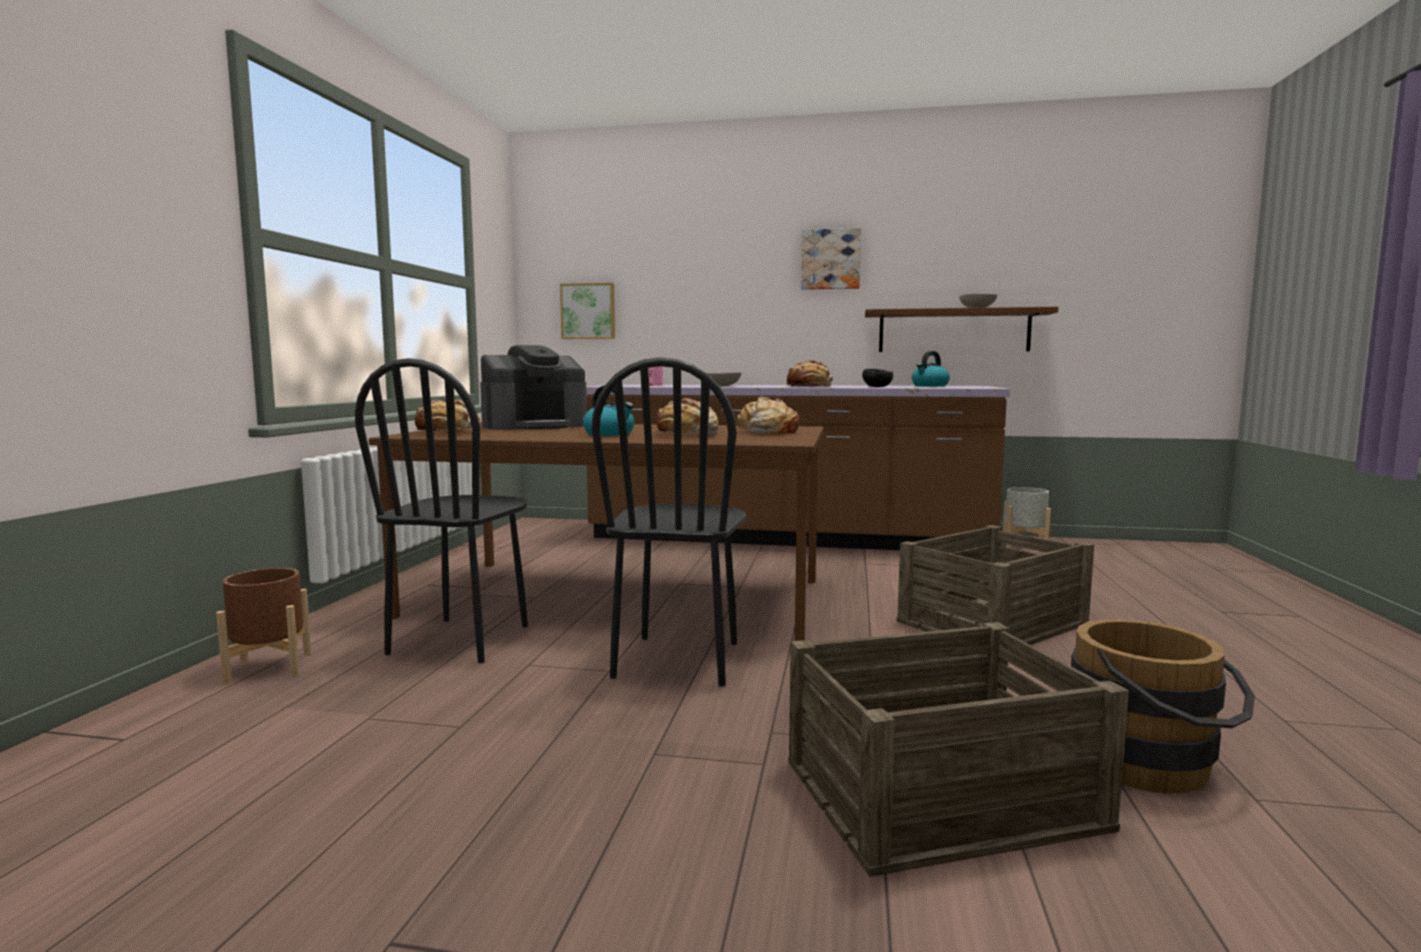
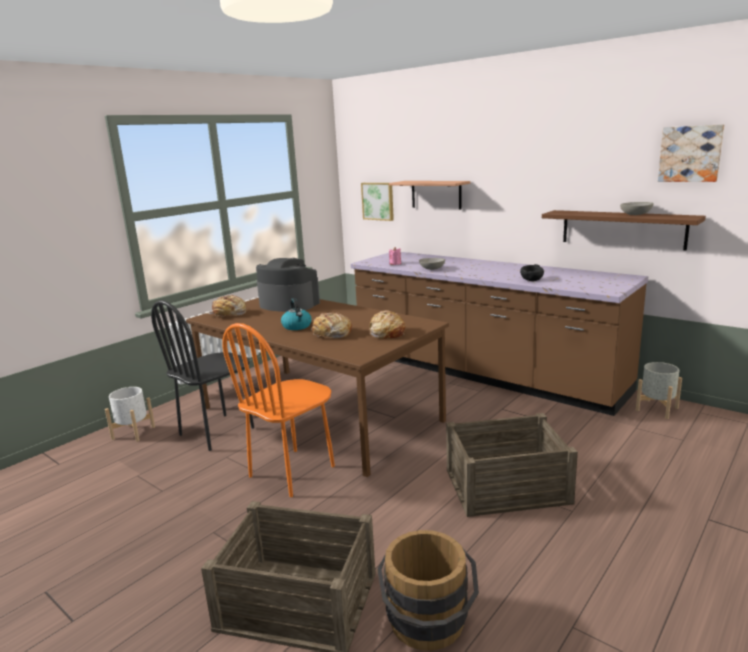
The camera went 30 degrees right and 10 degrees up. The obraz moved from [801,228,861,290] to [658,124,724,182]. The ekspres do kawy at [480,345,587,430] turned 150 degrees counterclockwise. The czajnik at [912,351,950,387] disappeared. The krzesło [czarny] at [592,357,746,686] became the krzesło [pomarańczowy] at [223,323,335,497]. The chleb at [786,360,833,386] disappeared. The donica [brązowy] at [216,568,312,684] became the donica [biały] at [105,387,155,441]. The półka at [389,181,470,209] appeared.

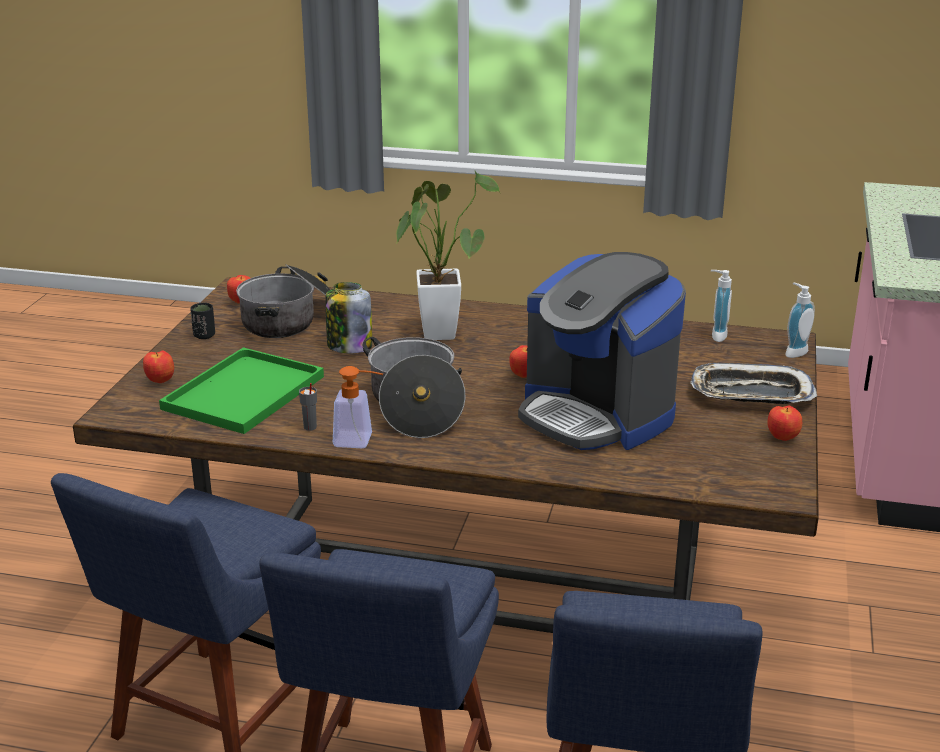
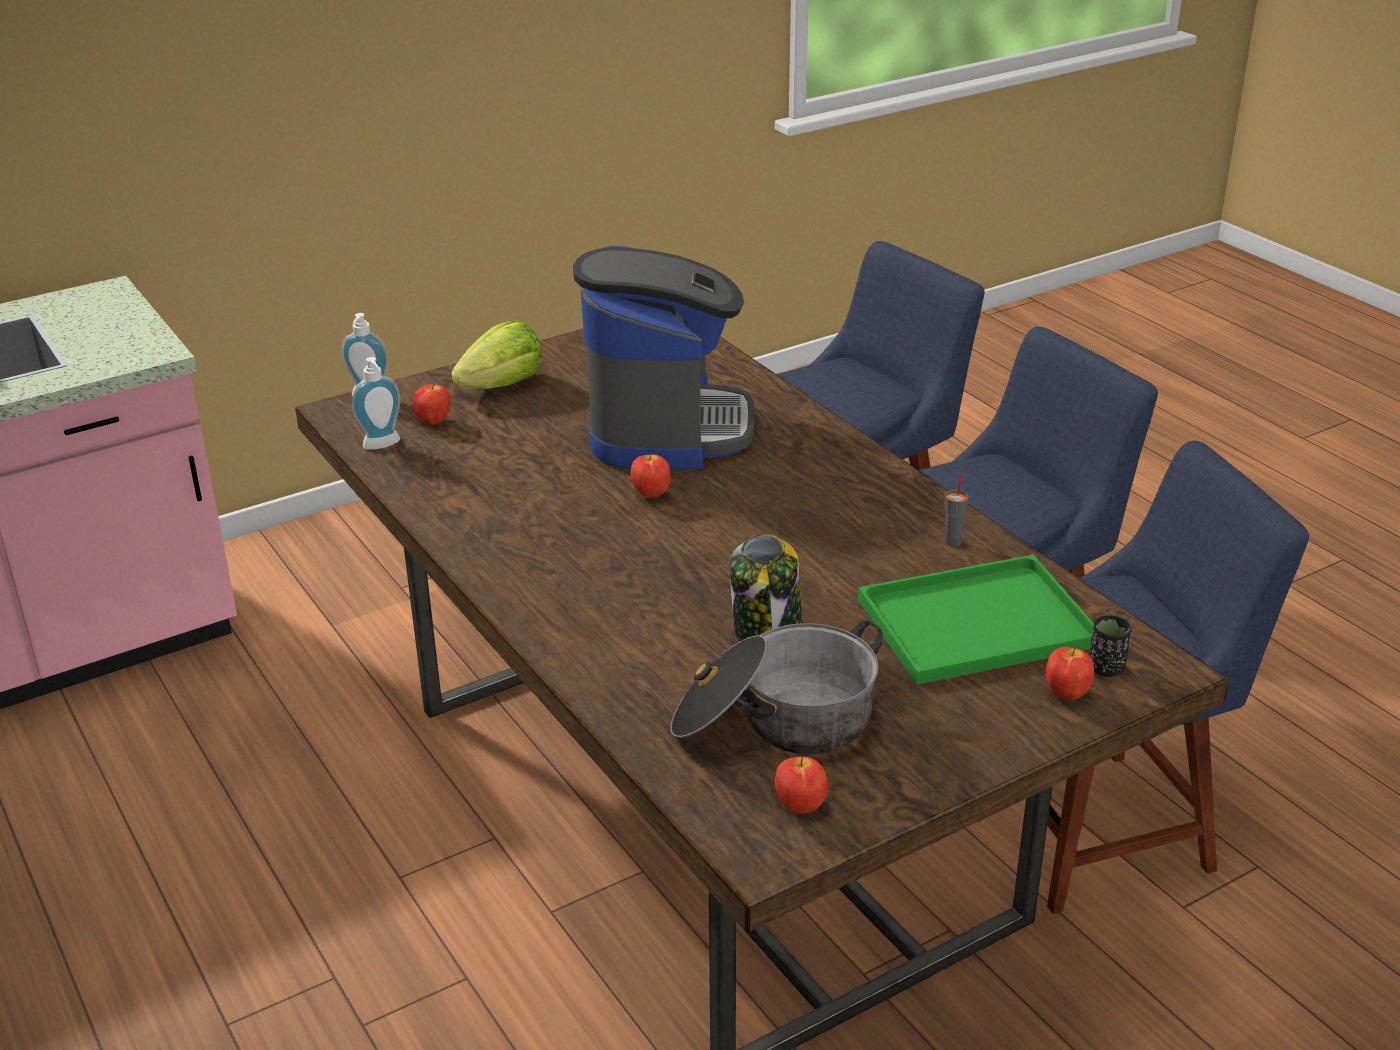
The camera went 135 degrees left and 5 degrees up. The roślina doniczkowa at [396,171,500,340] disappeared. The filiżanka [czarny] moved from [190,303,215,339] to [1089,615,1132,677]. The garnek at [363,337,466,438] disappeared. The taca at [690,363,817,404] was replaced by the sałata at [451,321,542,389]. The dozownik mydła at [333,366,383,448] disappeared. The jabłko moved from [767,405,802,441] to [413,384,451,425].

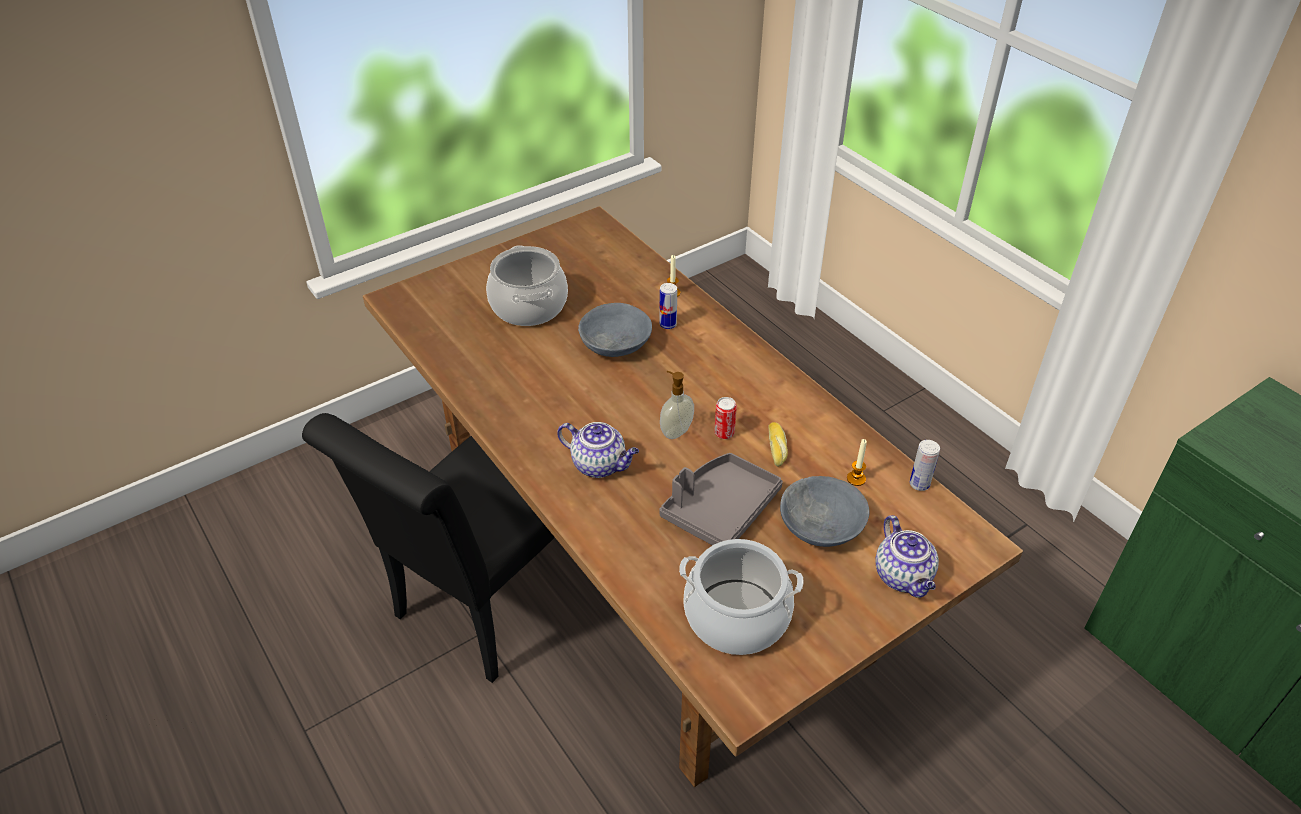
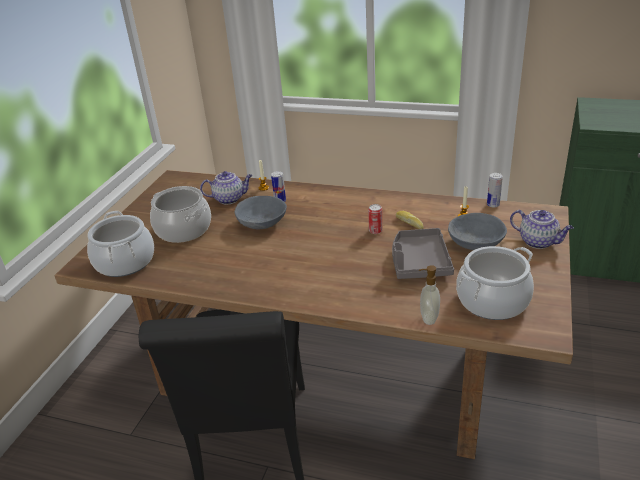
The camera went 35 degrees left and 10 degrees down. The dozownik mydła moved from [660,371,694,439] to [419,265,440,325]. The imbryk moved from [557,422,639,478] to [200,171,252,205]. The garnek at [87,211,154,277] appeared.

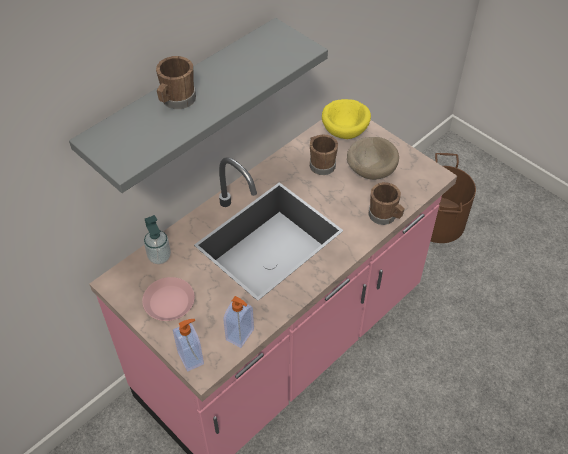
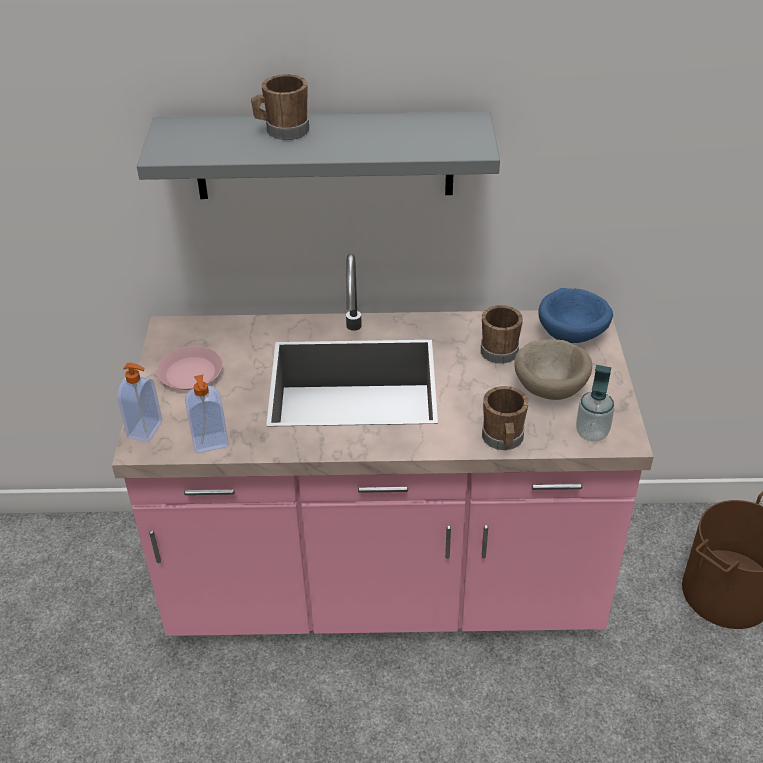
The camera went 45 degrees right and 10 degrees down. The miska [żółty] at [322,99,371,139] became the miska [niebieski] at [538,288,613,343]. The dozownik mydła moved from [144,215,171,264] to [576,365,614,442].

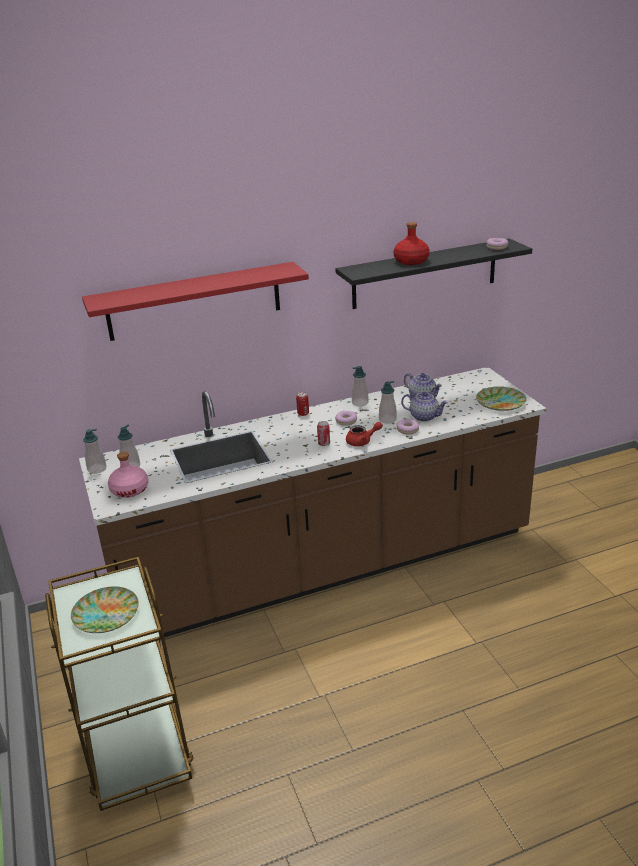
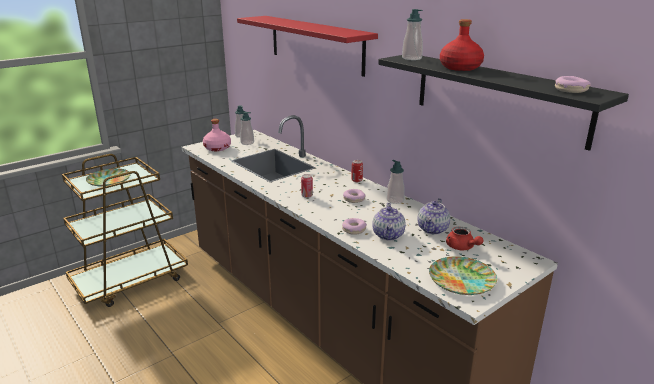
The camera went 70 degrees right and 5 degrees down. The dozownik mydła moved from [379,381,397,424] to [402,9,423,60]. The imbryk [czerwony] moved from [346,422,383,446] to [446,227,484,250].

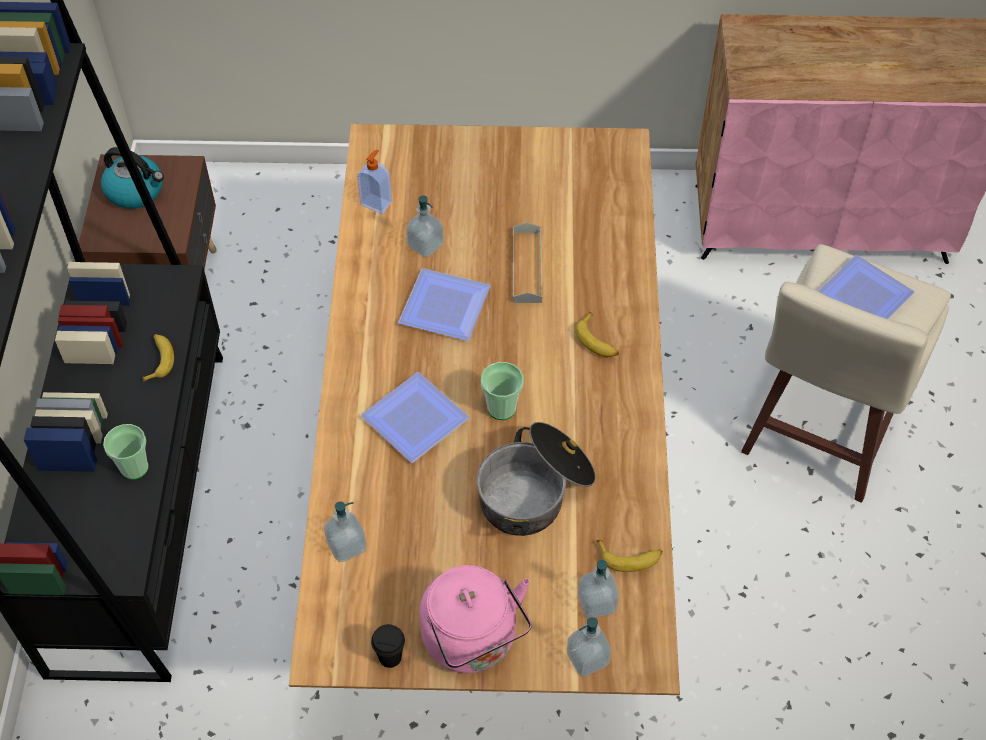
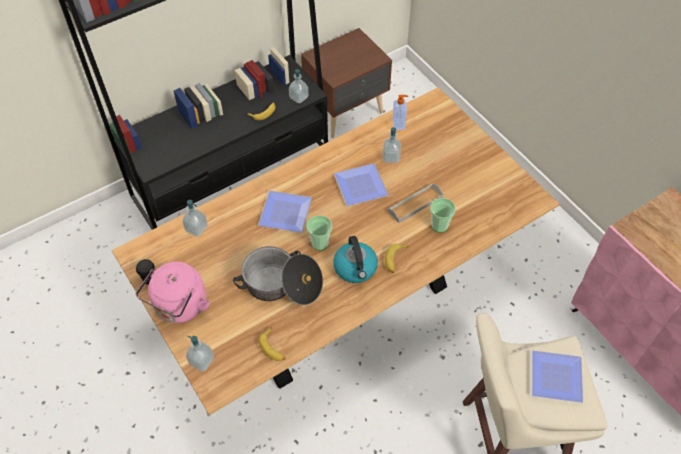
The camera went 55 degrees right and 0 degrees up. The czajnik moved from [101,147,164,209] to [333,236,378,283]. The filiżanka moved from [103,424,149,480] to [430,198,456,233]. The dozownik mydła moved from [578,560,619,618] to [289,69,308,103].

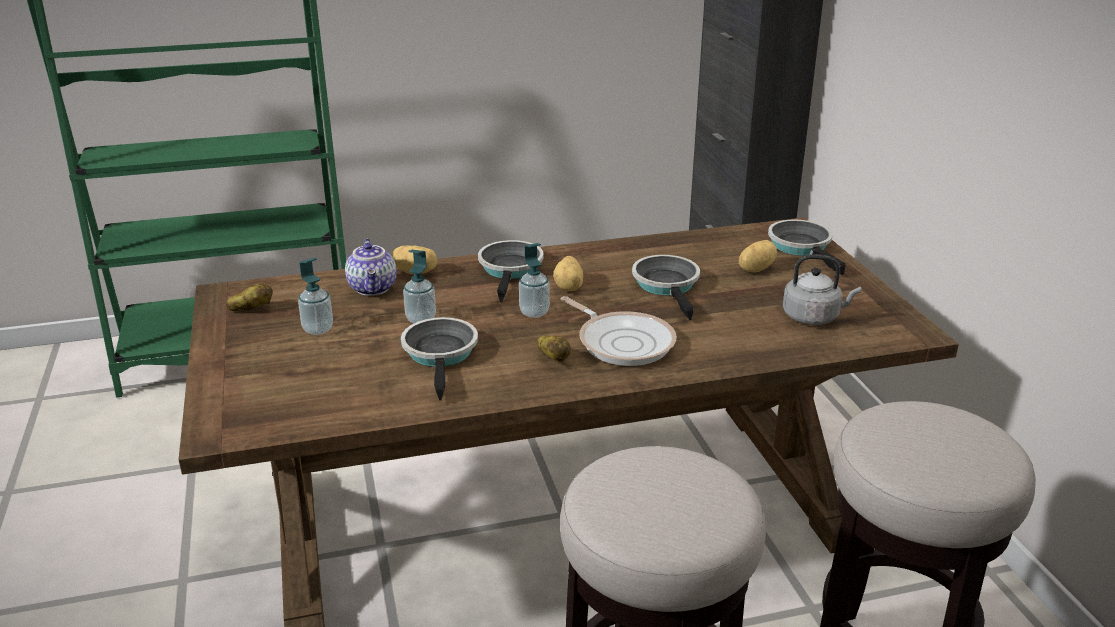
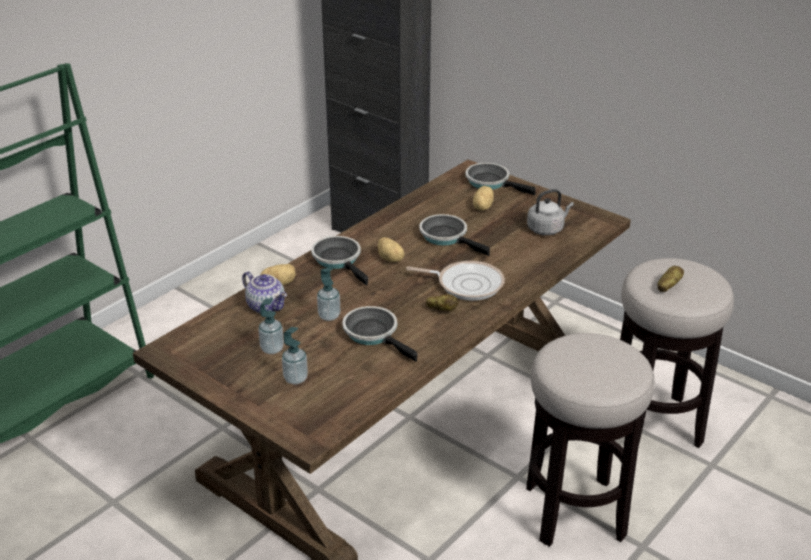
The camera went 35 degrees left and 5 degrees up. The dozownik mydła moved from [519,243,550,318] to [282,327,308,384]. The ziemniak moved from [226,283,273,311] to [658,266,684,292].

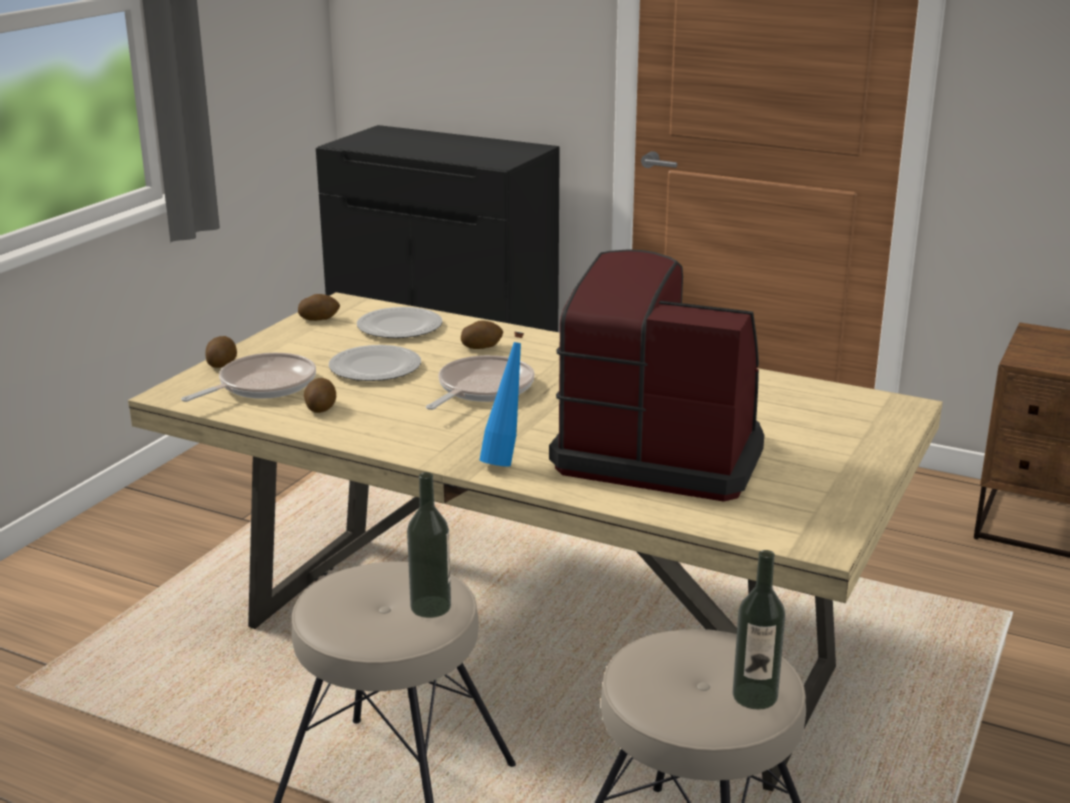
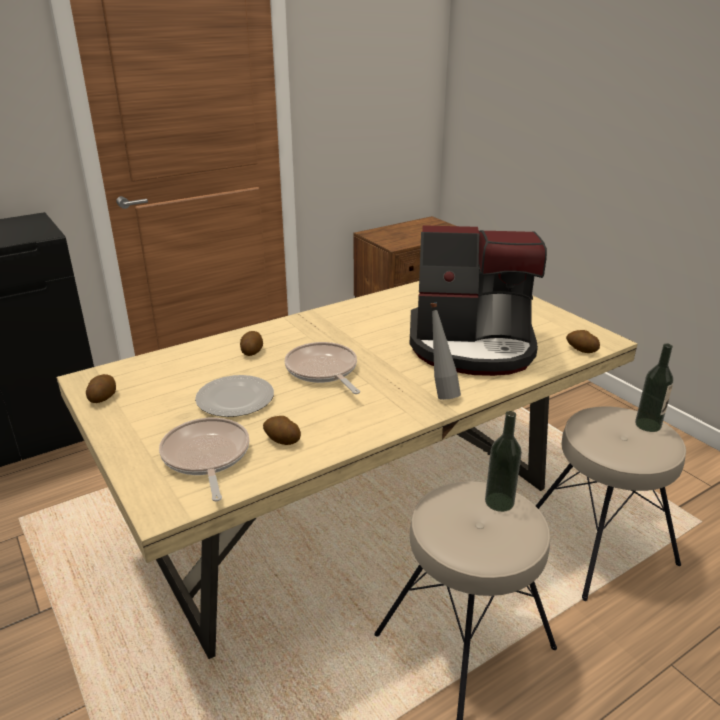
The camera went 60 degrees left and 5 degrees up. The ekspres do kawy at [549,249,764,502] turned 135 degrees counterclockwise. The talerz at [357,307,443,338] disappeared. The butelka [niebieski] at [480,331,524,466] became the butelka [szary] at [430,303,461,400]. The ziemniak moved from [205,336,237,368] to [566,330,600,353].

